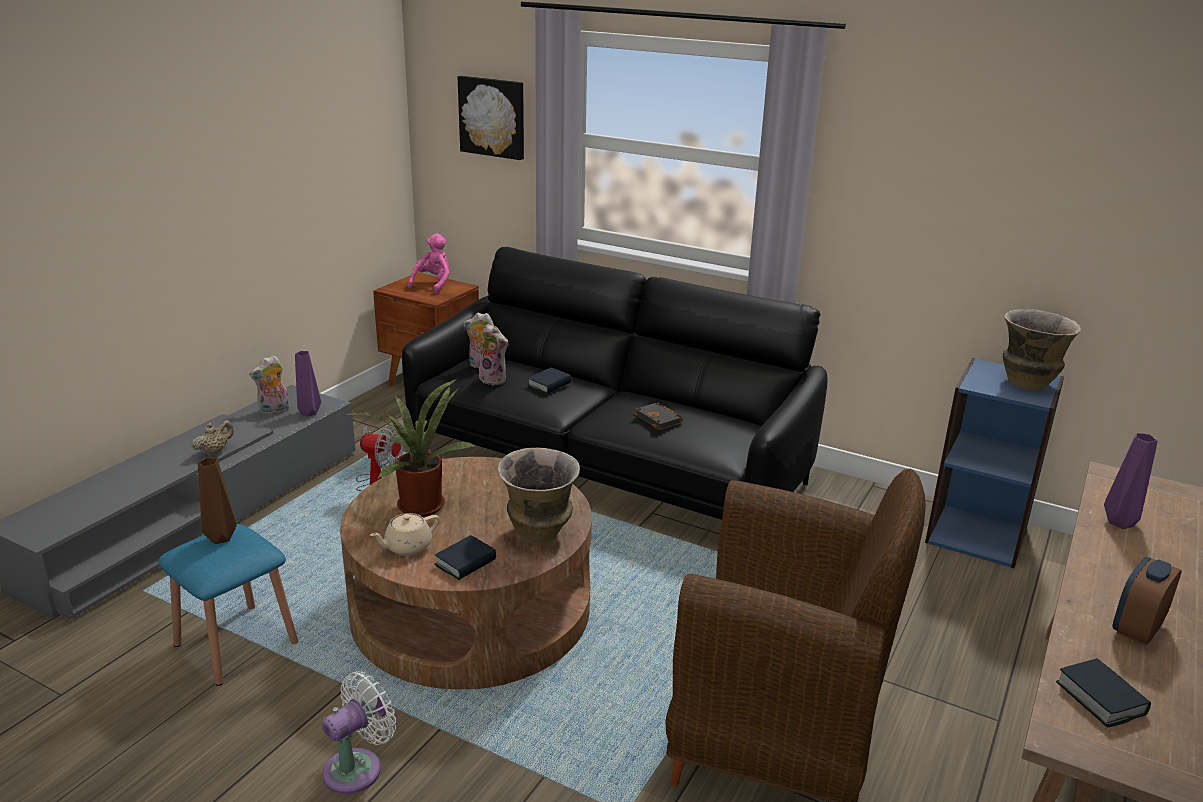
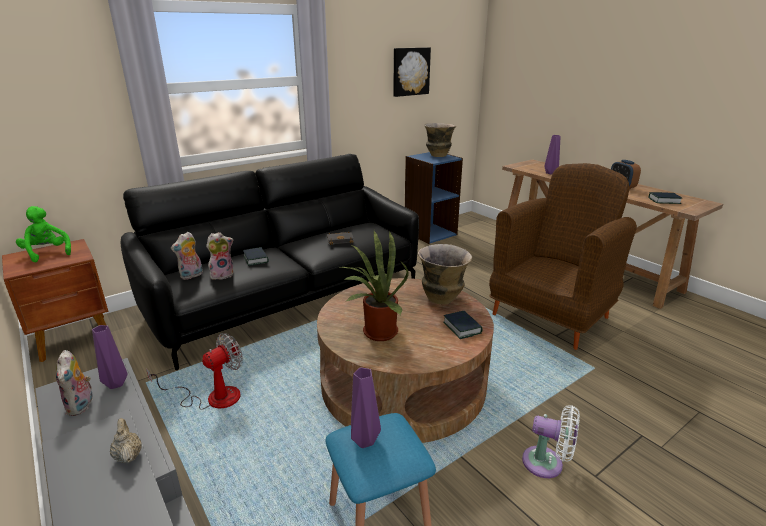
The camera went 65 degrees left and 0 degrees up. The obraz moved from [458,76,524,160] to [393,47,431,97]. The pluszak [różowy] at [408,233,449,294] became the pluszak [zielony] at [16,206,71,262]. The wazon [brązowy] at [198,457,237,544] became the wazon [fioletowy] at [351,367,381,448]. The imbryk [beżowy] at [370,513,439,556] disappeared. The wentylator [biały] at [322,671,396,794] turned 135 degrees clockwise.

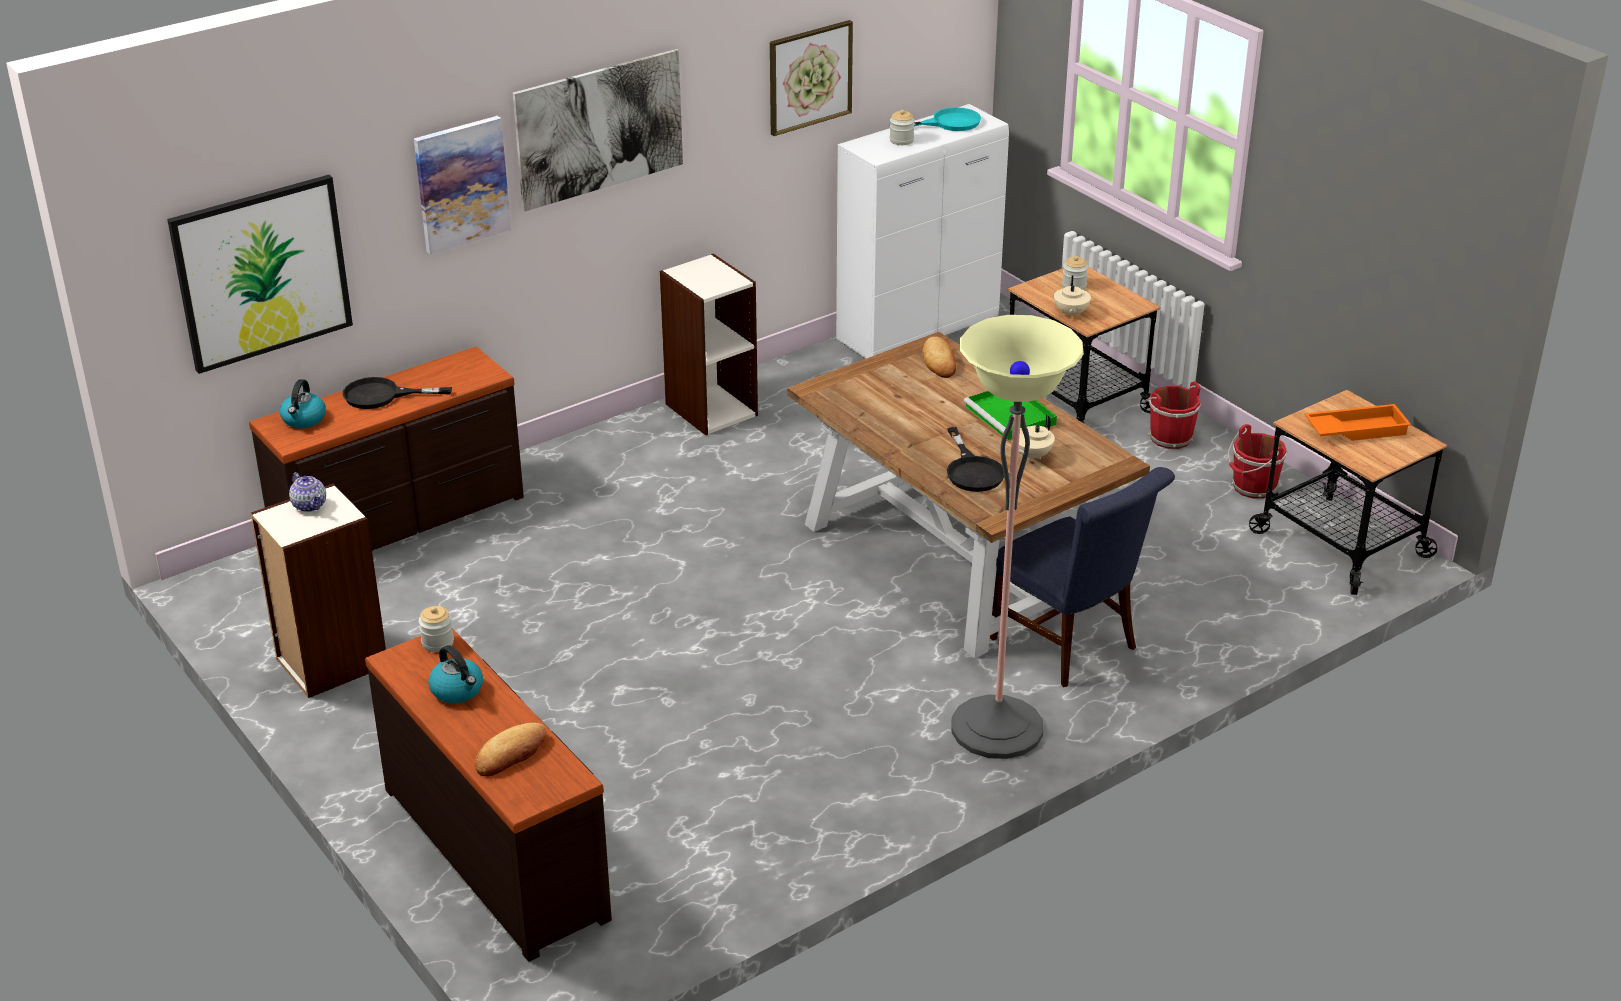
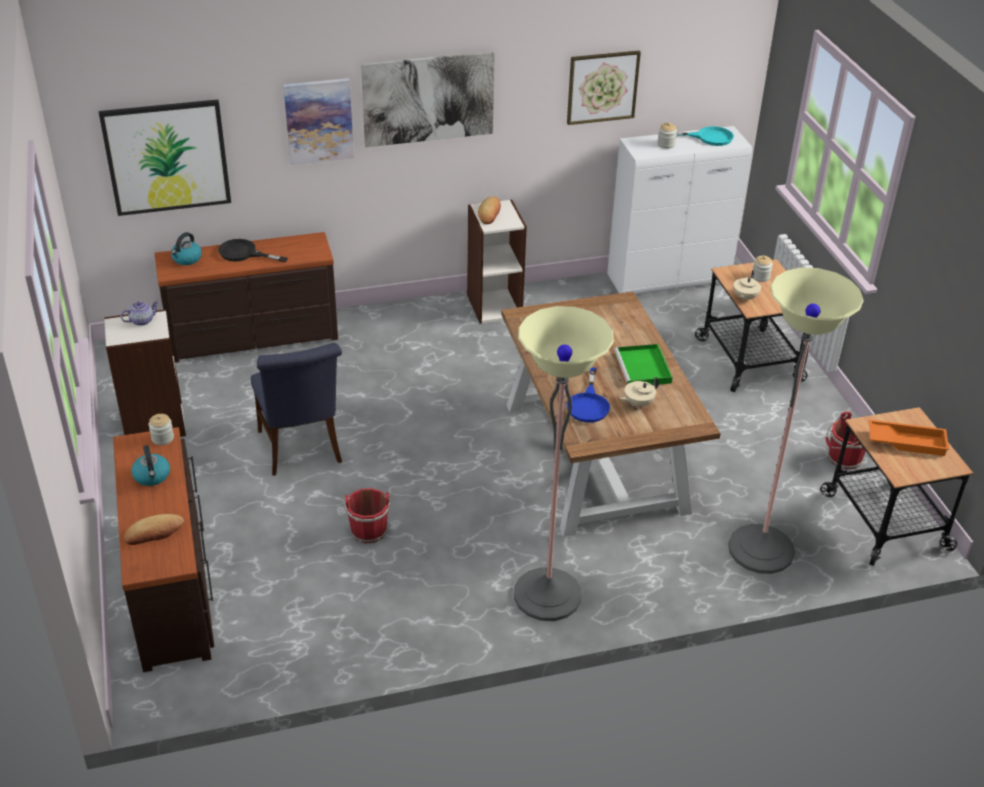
The camera went 20 degrees right and 5 degrees up. The chleb moved from [922,336,956,378] to [478,196,501,224]. The wiadro [czerwony] moved from [1145,382,1201,449] to [343,488,391,544]. The patelnia [czarny] at [947,427,1004,492] became the patelnia [niebieski] at [567,367,610,422]. The krzesło [niebieski] moved from [990,467,1175,687] to [251,343,342,476]. The imbryk at [289,472,326,512] turned 105 degrees counterclockwise. The lampa stojąca at [728,267,864,574] appeared.

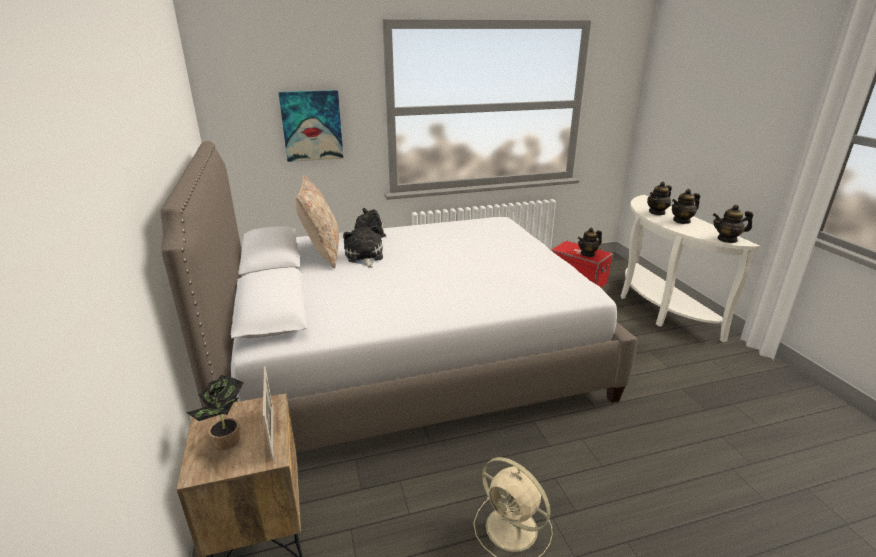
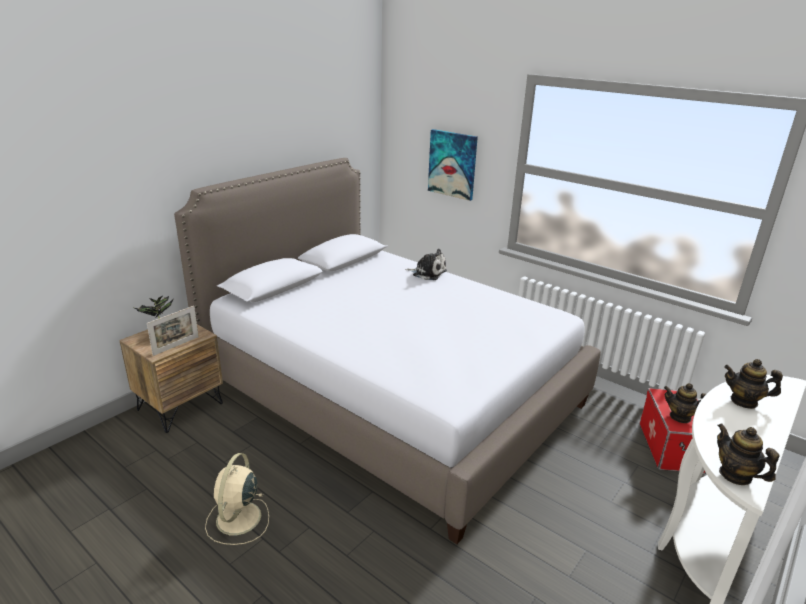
The camera went 55 degrees right and 0 degrees up. The poduszka [beżowy] at [295,175,339,268] disappeared. The imbryk at [672,189,700,224] disappeared. The pluszak at [343,225,383,268] disappeared.

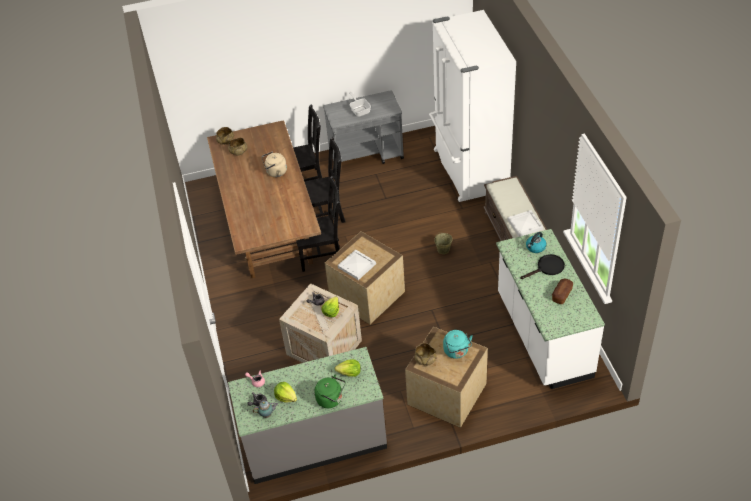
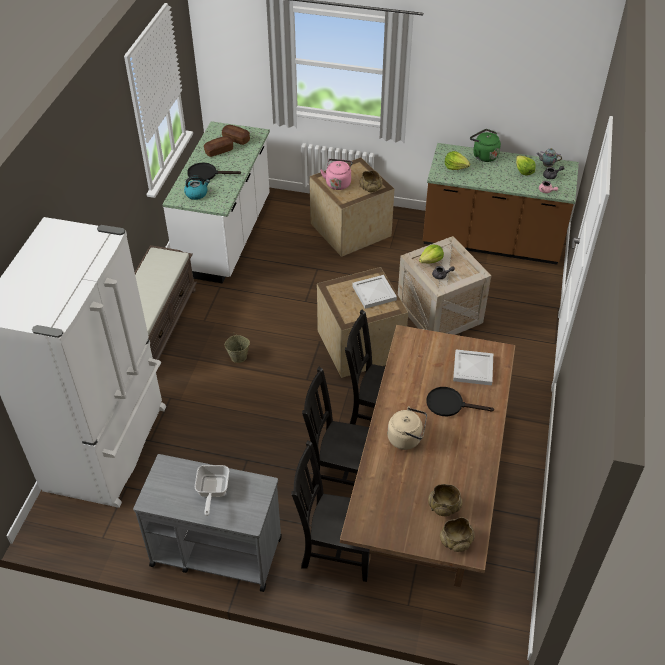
The camera went 155 degrees left and 0 degrees up. The taca [biały] moved from [508,210,543,237] to [453,349,493,386]. The czajnik [turkusowy] at [443,330,473,359] became the czajnik [różowy] at [320,159,353,190]. The zabudowa kuchenna [szary] at [228,347,387,484] became the zabudowa kuchenna [brązowy] at [423,143,579,264]. The chleb at [222,125,250,145] appeared. The patelnia [czarny] at [427,387,494,416] appeared.

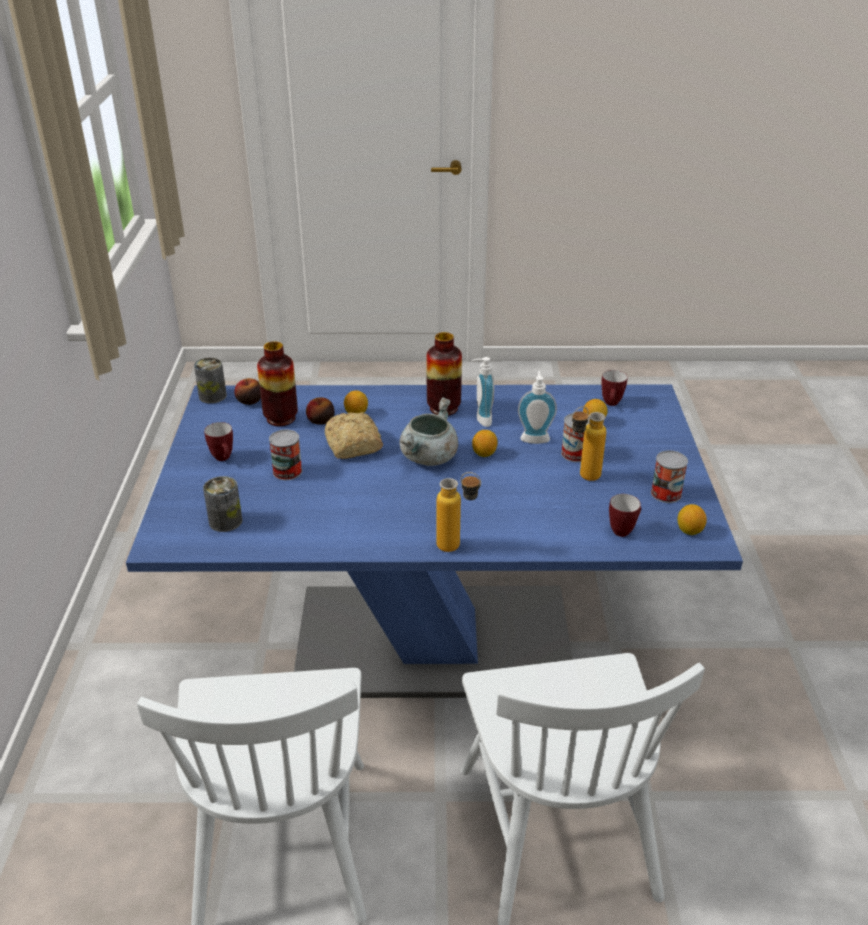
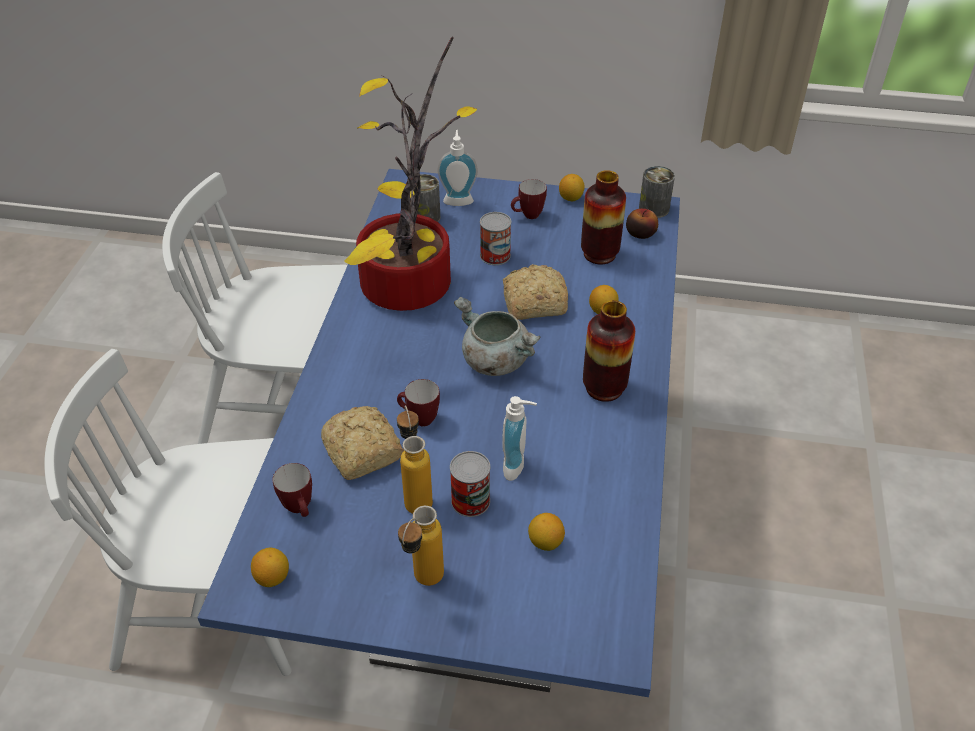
The camera went 100 degrees right and 10 degrees up. The dozownik mydła moved from [472,357,494,427] to [438,130,478,206]. The kubek moved from [601,370,628,406] to [397,379,440,426]. The jabłko at [306,397,335,425] disappeared. The cytryna moved from [472,430,498,457] to [559,174,585,201]. The puszka at [651,450,688,503] disappeared. The butelka moved from [437,472,481,552] to [398,506,444,586]. The roślina doniczkowa at [344,37,477,311] appeared. The chleb at [321,406,404,480] appeared.

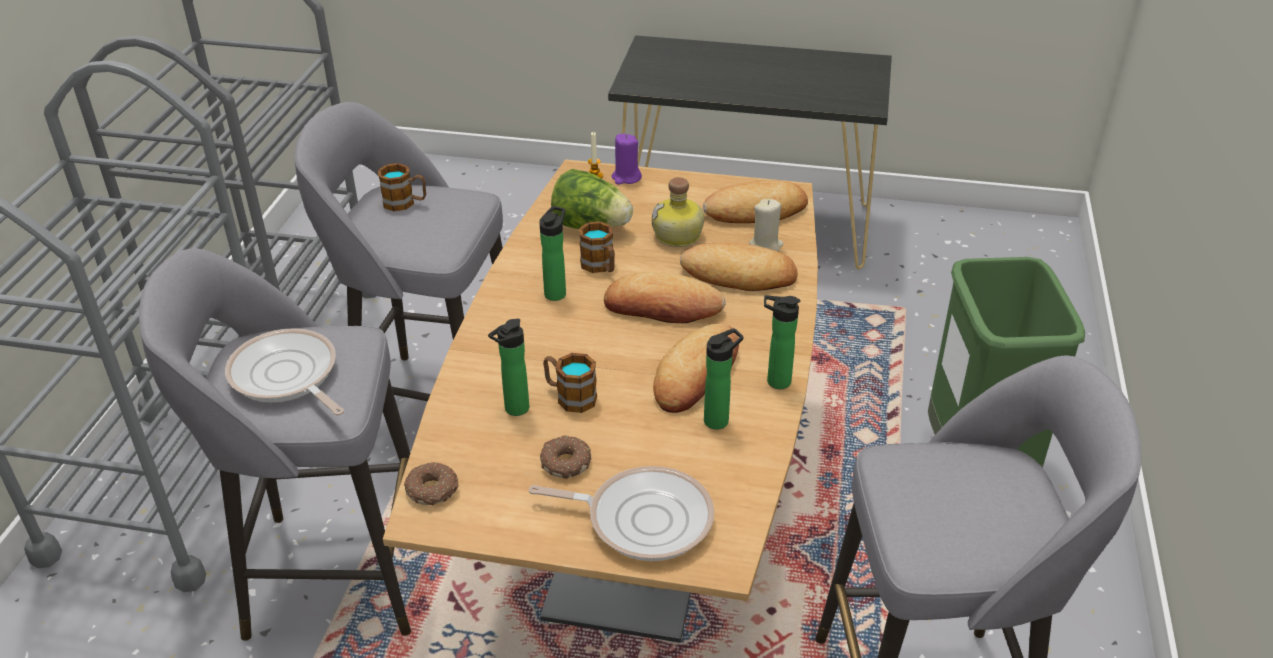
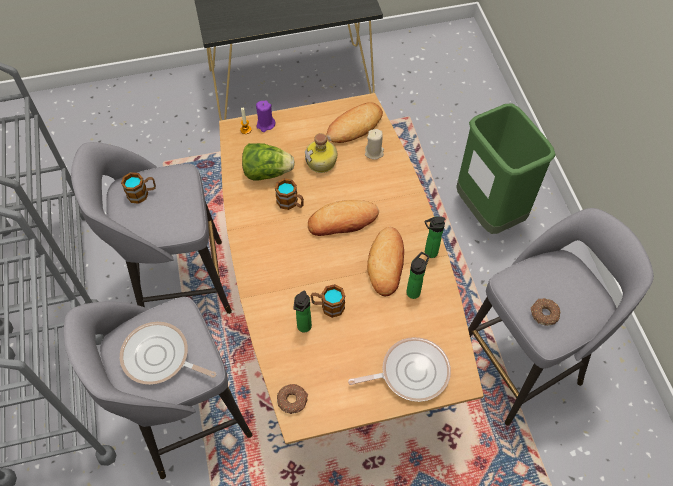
The camera went 25 degrees left and 20 degrees up. The butelka at [539,206,566,301] disappeared. The chleb at [680,243,798,291] disappeared. The donut moved from [540,435,591,479] to [531,298,560,326].

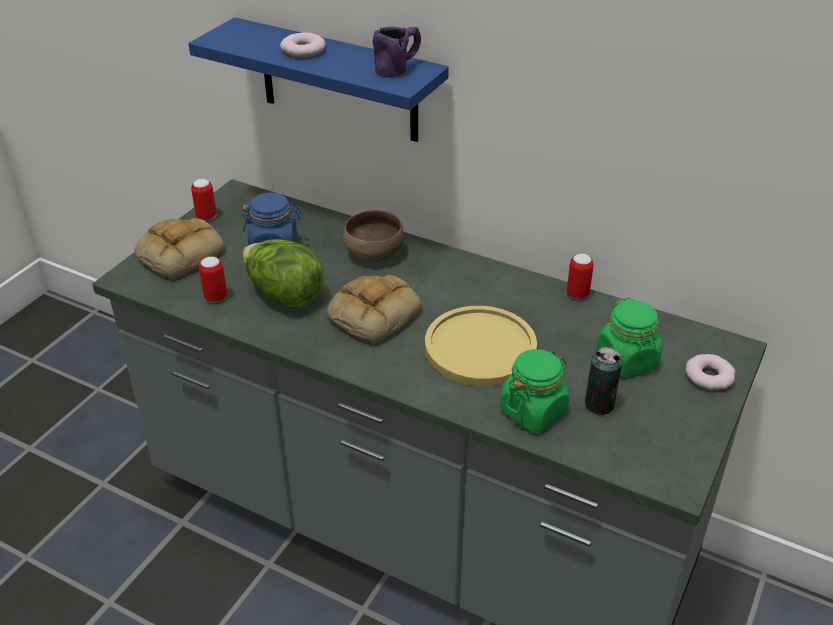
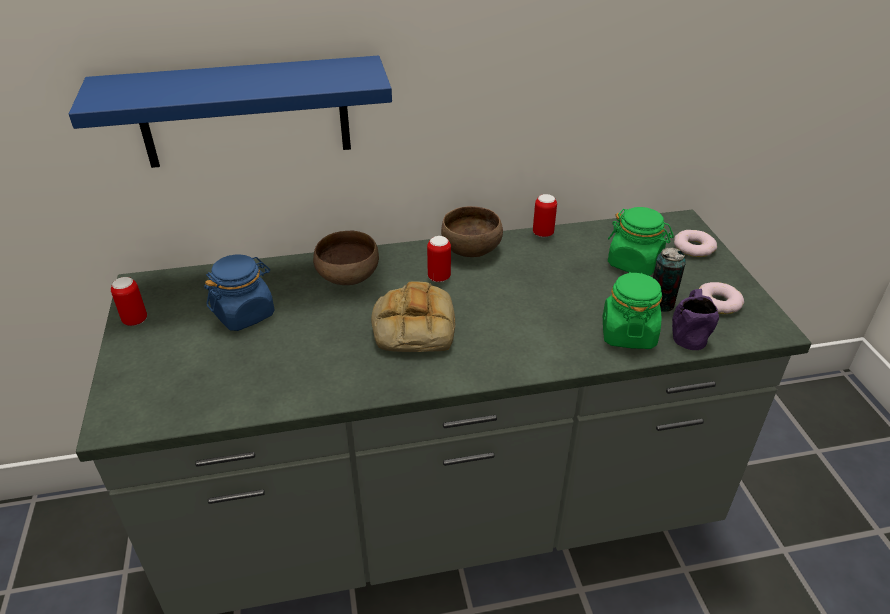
The camera went 40 degrees left and 0 degrees up. The kubek [fioletowy] moved from [372,27,421,77] to [672,289,719,350]. The donut moved from [280,33,326,58] to [699,282,744,314]. The chleb at [134,218,225,279] disappeared. The sałata at [243,239,324,308] disappeared. The puszka moved from [199,257,227,302] to [427,236,451,282]. The talerz [żółty] at [425,306,537,386] disappeared. The miska [brązowy] at [441,206,503,257] appeared.

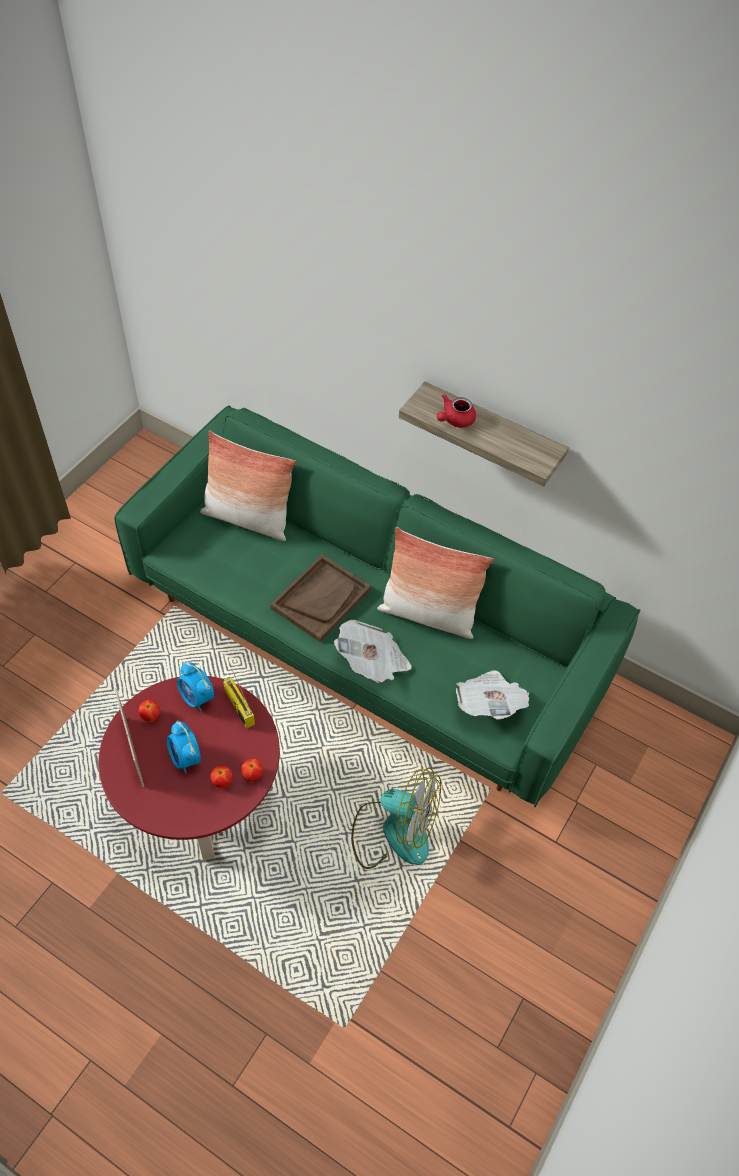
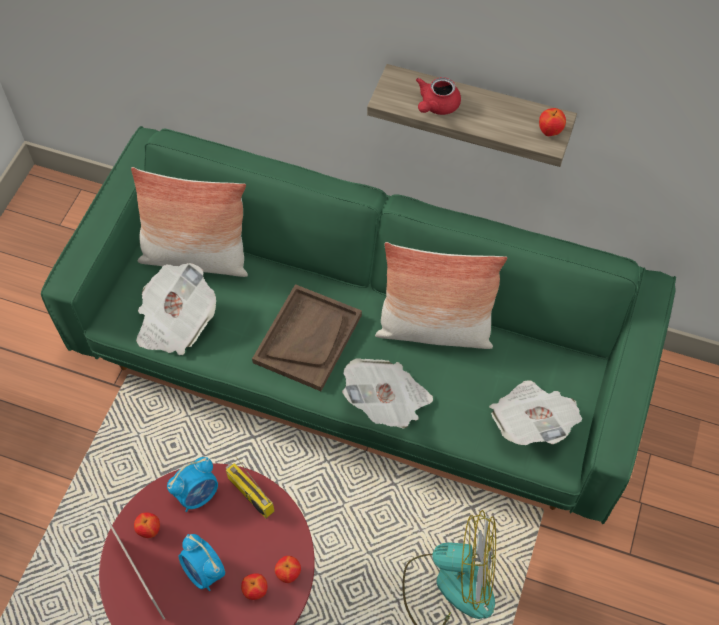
The camera went 10 degrees left and 5 degrees up. The budzik at [177,661,214,712] turned 75 degrees counterclockwise. The jabłko at [539,108,566,136] appeared. The gazeta at [136,263,216,355] appeared.

